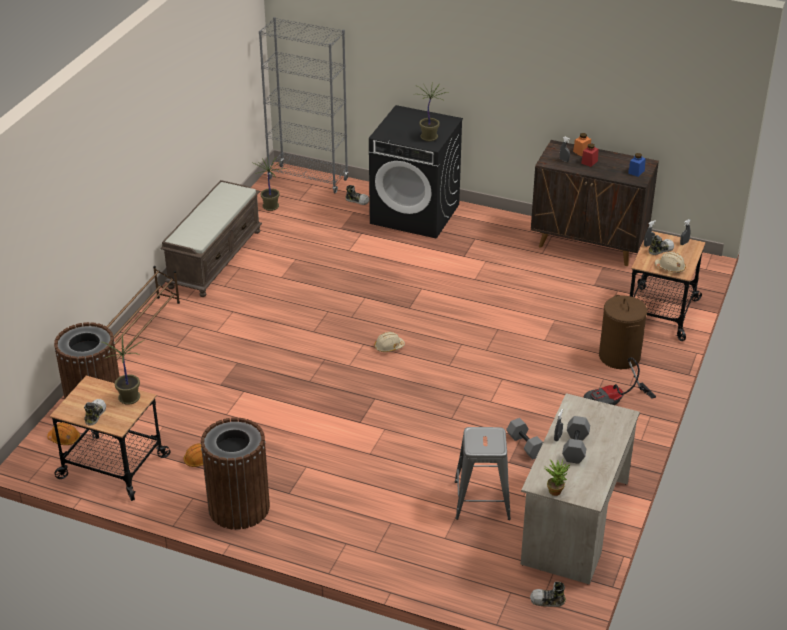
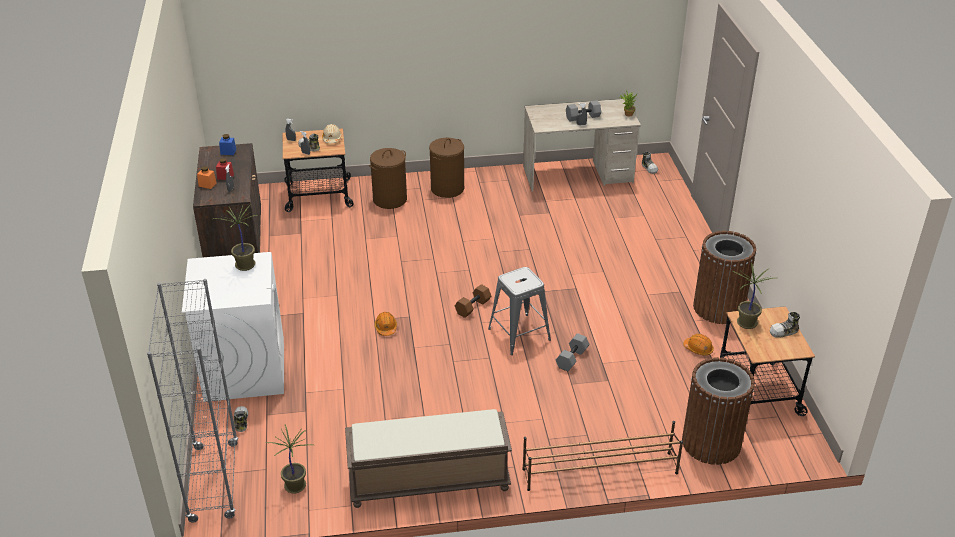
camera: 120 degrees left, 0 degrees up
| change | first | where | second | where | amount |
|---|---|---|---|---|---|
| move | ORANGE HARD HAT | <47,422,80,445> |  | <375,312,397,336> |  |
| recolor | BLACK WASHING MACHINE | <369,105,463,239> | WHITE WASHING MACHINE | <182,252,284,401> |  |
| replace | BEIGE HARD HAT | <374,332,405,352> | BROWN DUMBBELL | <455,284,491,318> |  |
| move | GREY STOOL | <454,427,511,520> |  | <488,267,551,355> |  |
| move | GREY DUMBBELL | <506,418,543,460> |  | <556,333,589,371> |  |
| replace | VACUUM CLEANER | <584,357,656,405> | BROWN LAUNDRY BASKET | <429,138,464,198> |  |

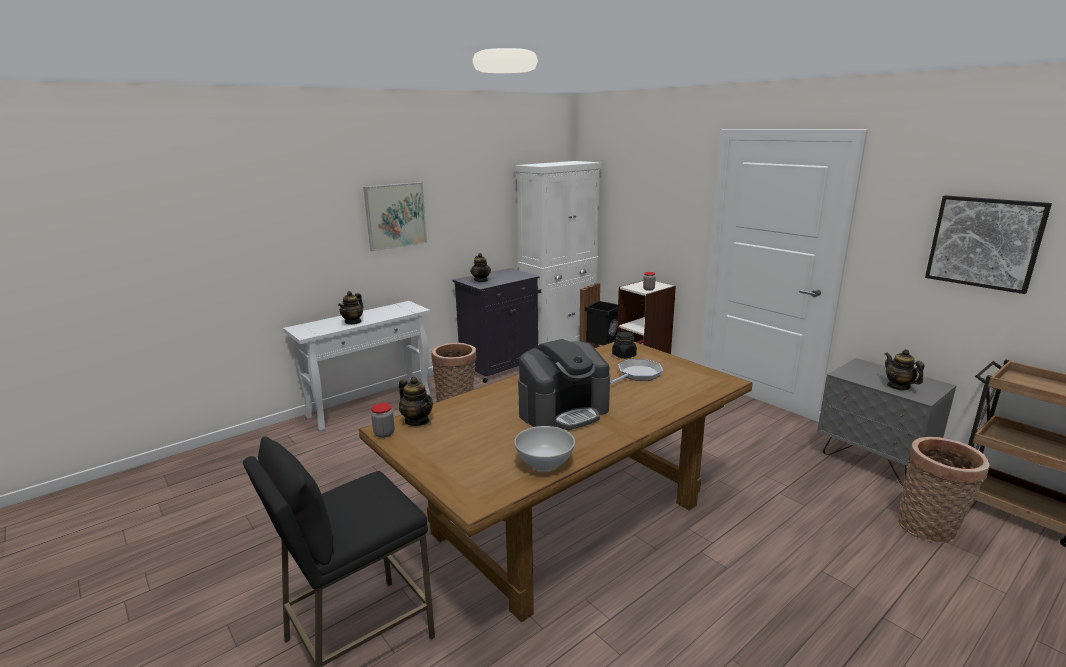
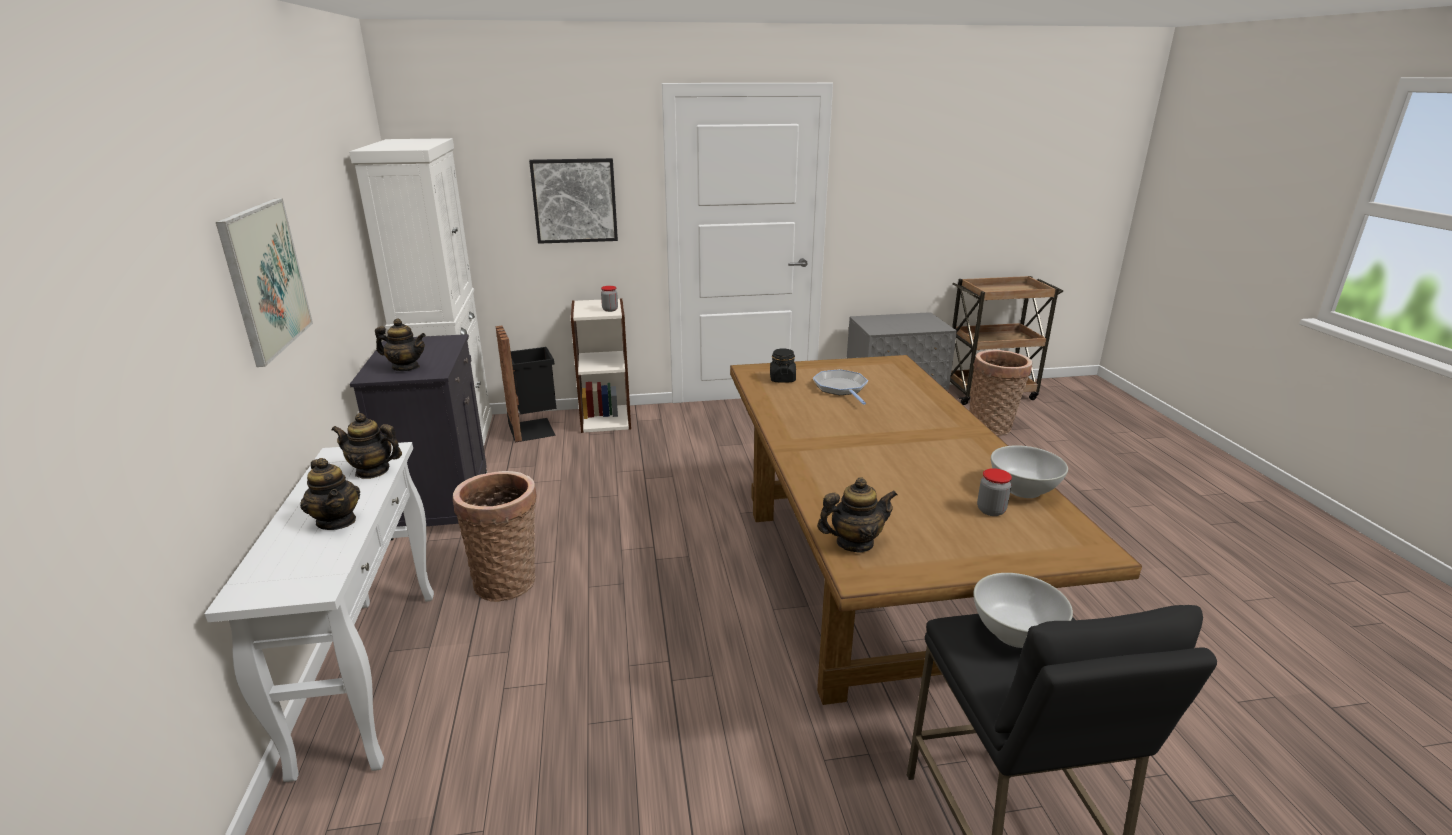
camera: 60 degrees left, 5 degrees up
| change | first | where | second | where | amount |
|---|---|---|---|---|---|
| move | JAR | <371,403,395,438> |  | <977,468,1012,516> |  |
| delete | COFFEE MACHINE | <518,339,610,430> |  |  |  |
| move | TEAPOT | <885,349,925,390> |  | <331,413,402,479> |  |
| move | PICTURE | <925,195,1052,294> |  | <529,158,618,244> |  |
| insert |  |  | WHITE BOWL | <973,573,1073,648> |  |

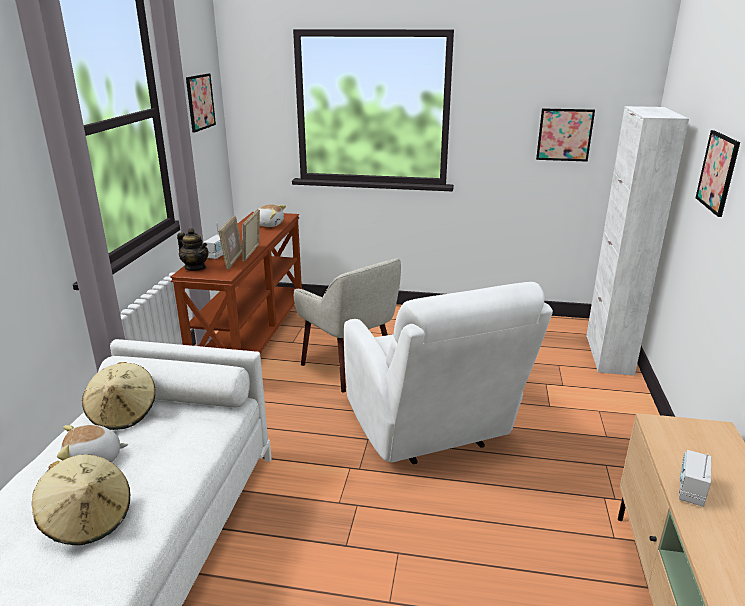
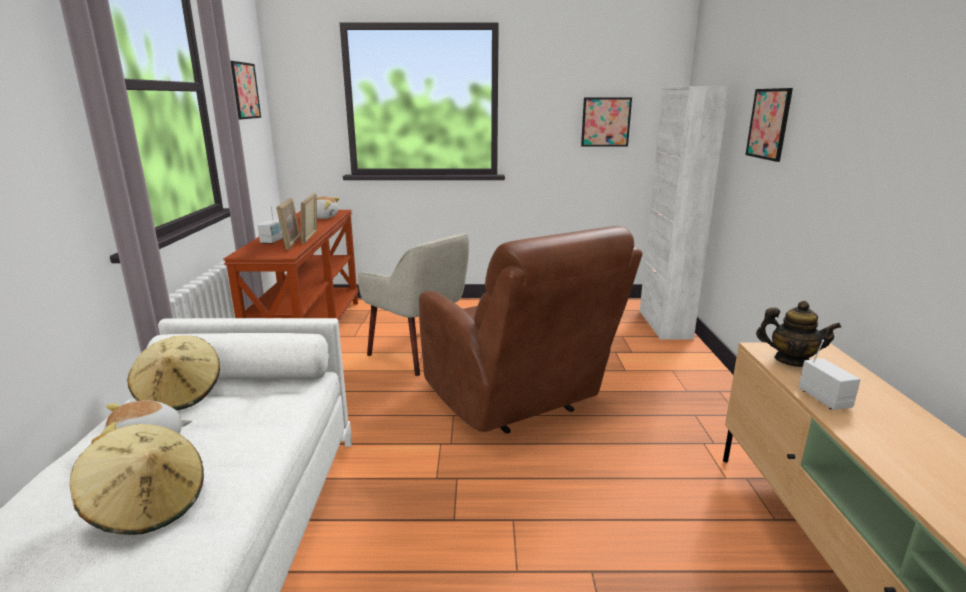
camera: 10 degrees left, 5 degrees down
| change | first | where | second | where | amount |
|---|---|---|---|---|---|
| move | TEAPOT | <177,228,209,271> |  | <756,301,842,367> |  |
| recolor | WHITE ARMCHAIR | <344,282,553,464> | BROWN ARMCHAIR | <419,226,643,433> |  |
| rotate | RADIO | <679,450,711,507> |  | <799,339,861,410> | 150 degrees clockwise |

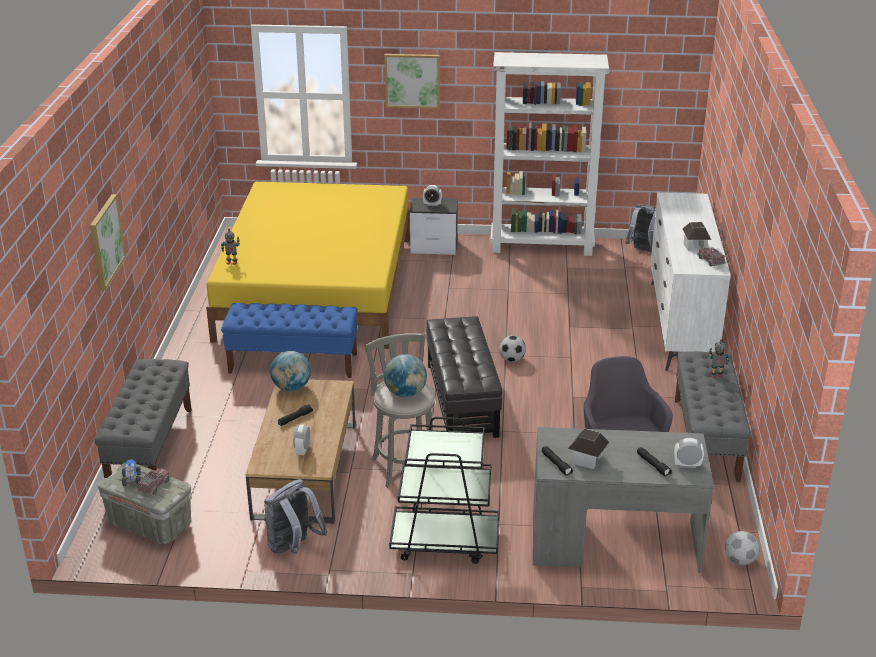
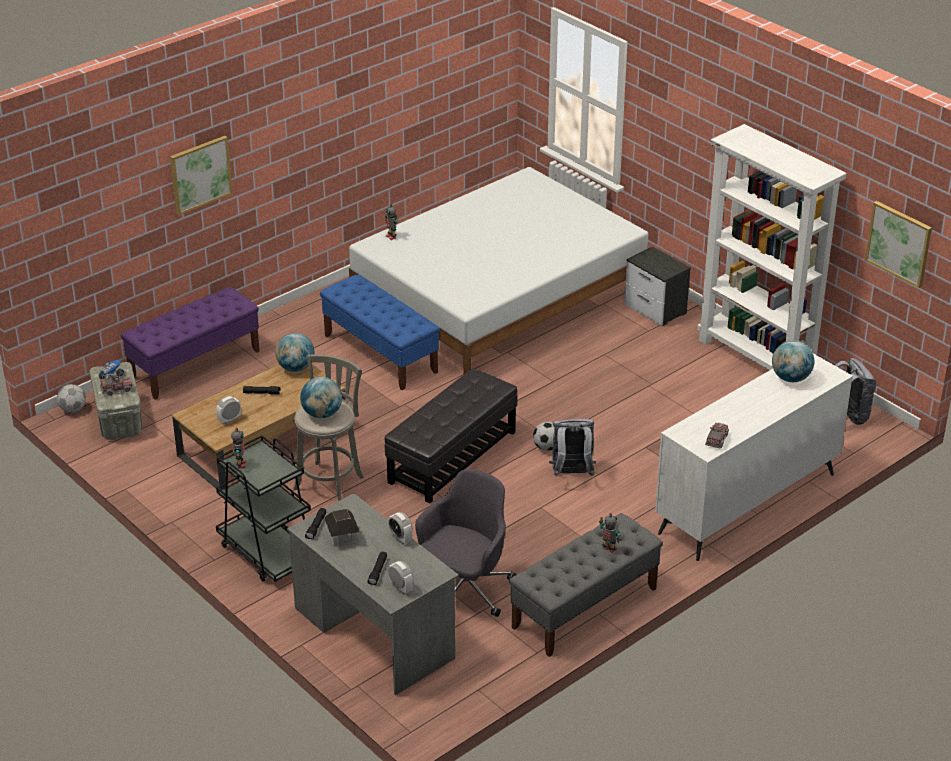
camera: 45 degrees right, 5 degrees up
| change | first | where | second | where | amount |
|---|---|---|---|---|---|
| recolor | GREY BENCH | <95,359,192,479> | PURPLE BENCH | <121,287,260,400> |  |
| recolor | YELLOW BED | <206,182,410,349> | WHITE BED | <349,167,648,374> |  |
| move | GREY BACKPACK | <264,479,328,554> |  | <549,419,596,476> |  |
| move | PICTURE | <384,54,440,109> |  | <865,201,932,288> |  |
| move | ALARM CLOCK | <423,185,442,206> |  | <388,512,413,544> |  |
| delete | TOY HOUSE | <683,222,711,251> |  |  |  |
| move | FOOTBALL | <725,531,760,565> |  | <57,384,86,413> |  |
| insert |  |  | TOY ROBOT | <231,428,246,468> |  |
| insert |  |  | GLOBE | <772,340,814,382> |  |

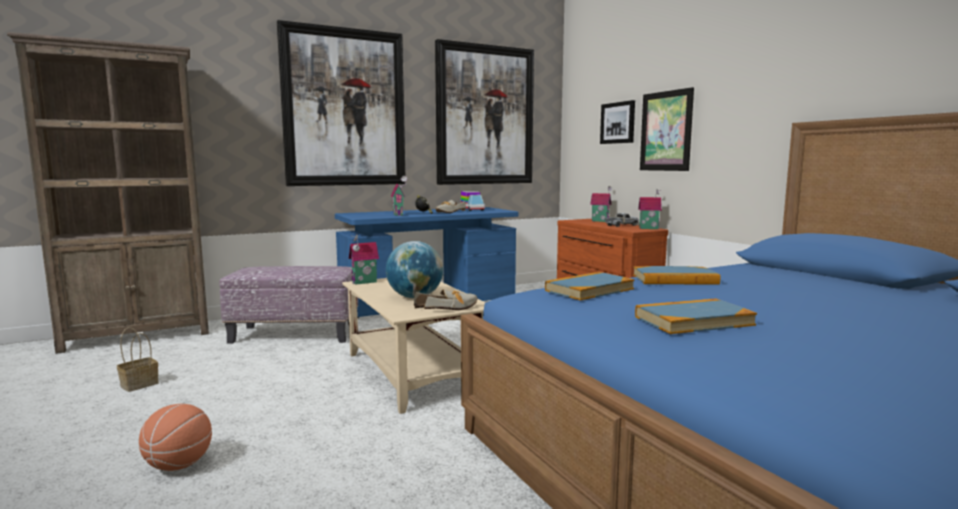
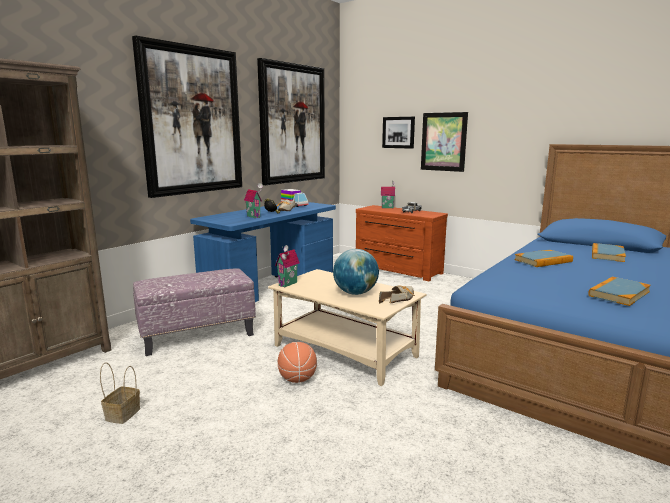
camera: 25 degrees left, 5 degrees up
| change | first | where | second | where | amount |
|---|---|---|---|---|---|
| move | BASKETBALL | <139,404,212,471> |  | <278,342,317,383> |  |
| move | BOOK | <545,272,635,301> |  | <592,243,626,262> |  |
| delete | TOY HOUSE | <638,189,662,229> |  |  |  |

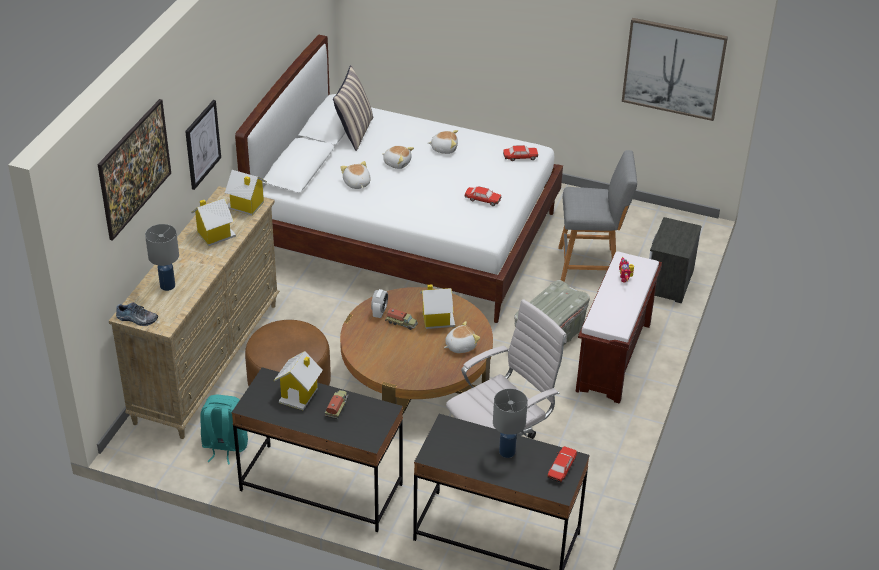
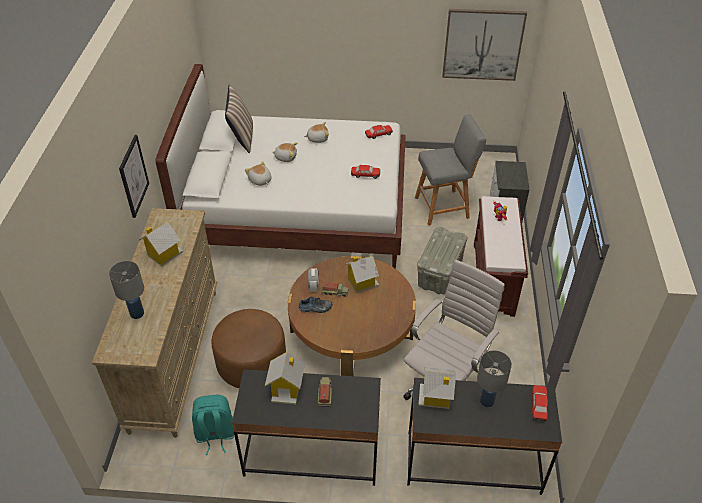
camera: 15 degrees left, 5 degrees up
| change | first | where | second | where | amount |
|---|---|---|---|---|---|
| delete | PICTURE | <97,99,171,241> |  |  |  |
| move | SHOE | <116,302,158,326> |  | <299,296,332,313> |  |
| move | TOY HOUSE | <225,170,267,216> |  | <418,367,456,409> |  |
| delete | PLUSH TOY | <444,321,480,353> |  |  |  |

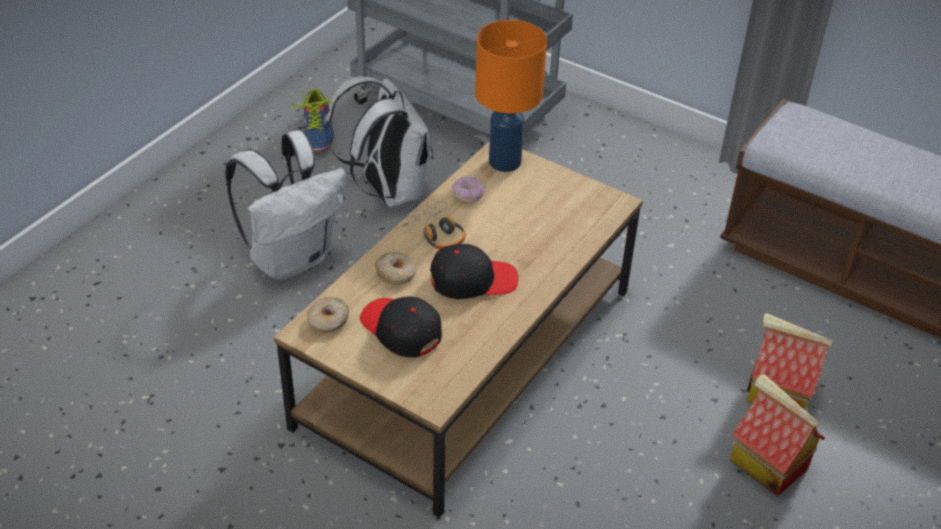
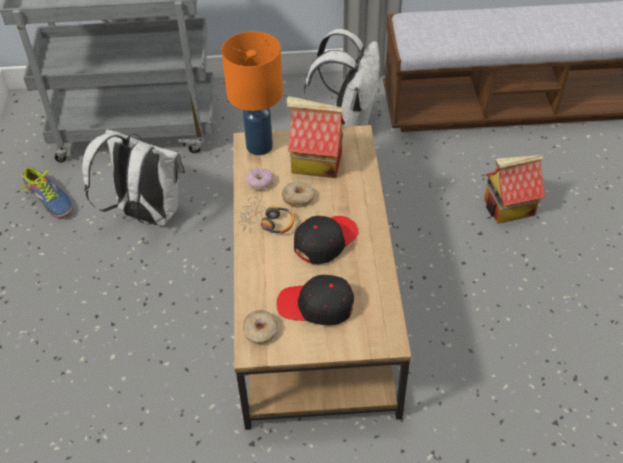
camera: 35 degrees left, 5 degrees up
| change | first | where | second | where | amount |
|---|---|---|---|---|---|
| move | WHITE BACKPACK | <225,130,346,280> |  | <304,29,380,127> |  |
| move | DONUT | <375,252,416,285> |  | <282,182,315,208> |  |
| move | TOY HOUSE | <730,374,825,497> |  | <287,96,345,178> |  |

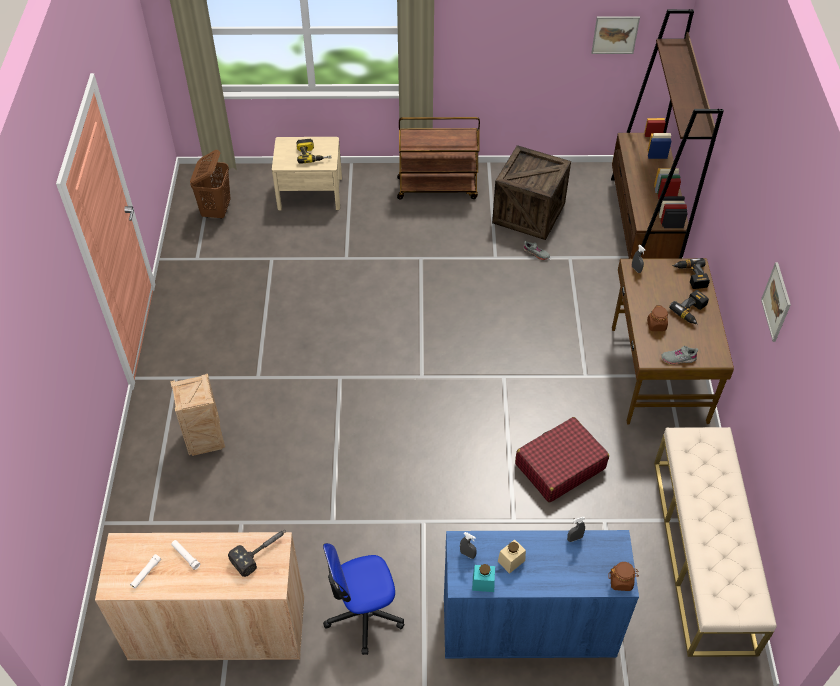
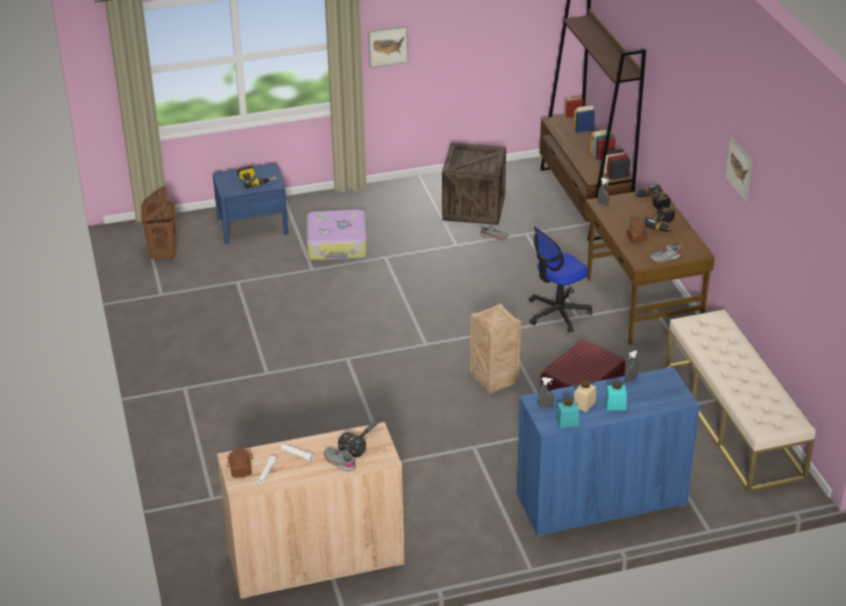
camera: 15 degrees left, 15 degrees down
| change | first | where | second | where | amount |
|---|---|---|---|---|---|
| move | CRATE | <170,374,225,456> |  | <470,303,521,393> |  |
| recolor | BEIGE NIGHTSTAND | <272,137,342,211> | BLUE NIGHTSTAND | <213,163,288,244> |  |
| move | OFFICE CHAIR | <323,543,404,655> |  | <529,226,592,333> |  |
| delete | BROWN CART | <397,117,480,200> |  |  |  |
| move | PICTURE | <591,16,640,54> |  | <368,26,409,68> |  |
| move | BROWN JAR | <608,562,639,591> |  | <227,448,253,478> |  |
| insert |  |  | SUITCASE | <307,210,367,261> |  |
| insert |  |  | GREY SHOE | <324,448,356,472> |  |
| insert |  |  | TURQUOISE JAR | <605,381,627,410> |  |

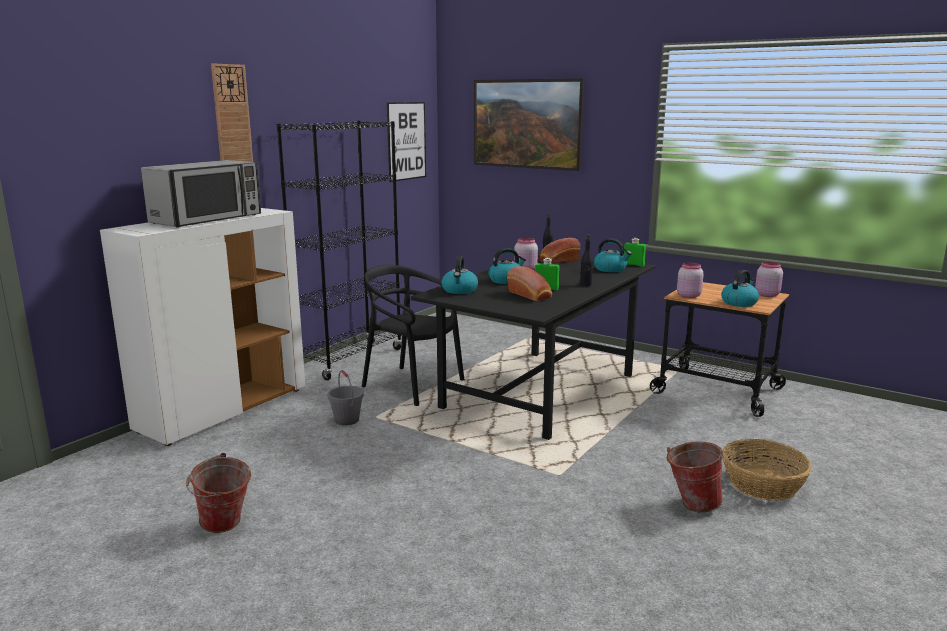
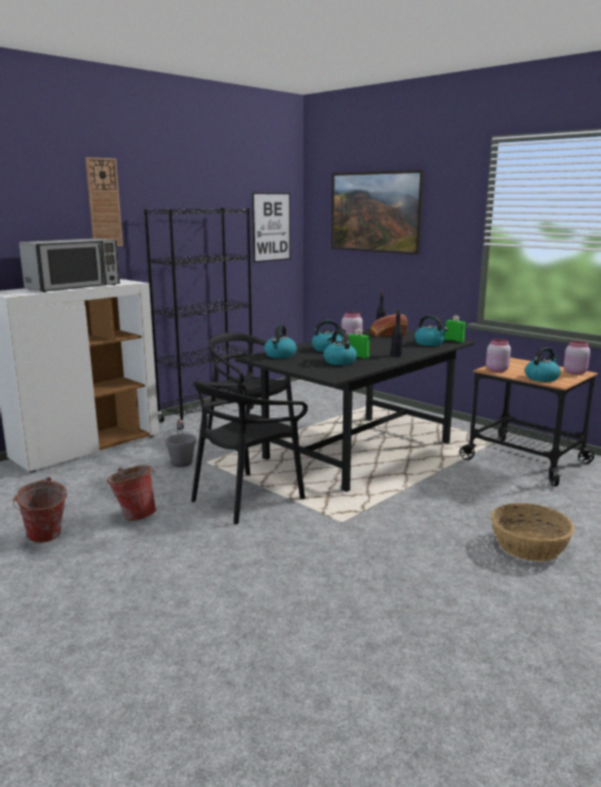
camera: 10 degrees right, 0 degrees up
| change | first | where | second | where | amount |
|---|---|---|---|---|---|
| replace | BREAD | <507,266,552,301> | KETTLE | <323,330,357,365> |  |
| move | BUCKET | <667,442,726,512> |  | <107,465,157,521> |  |
| insert |  |  | BLACK CHAIR | <191,381,308,524> |  |

